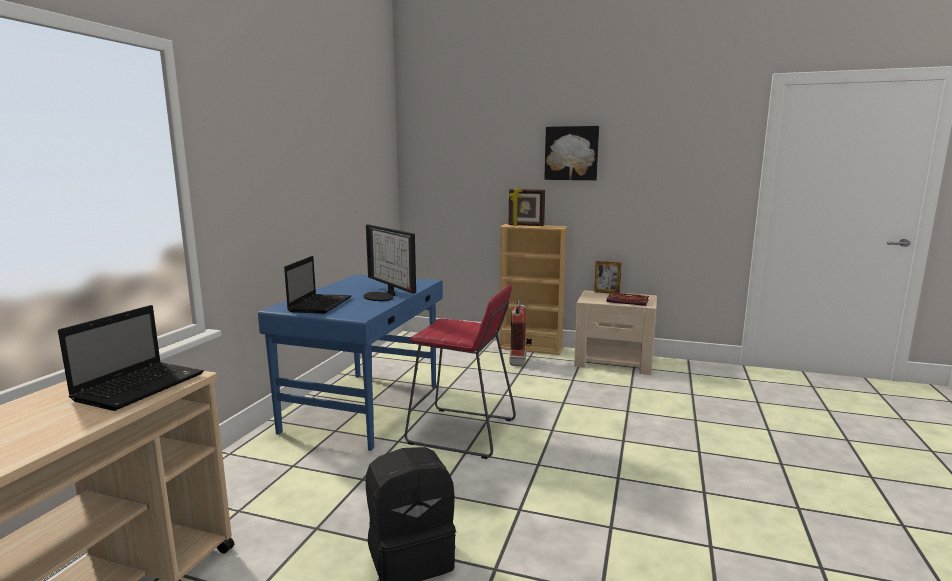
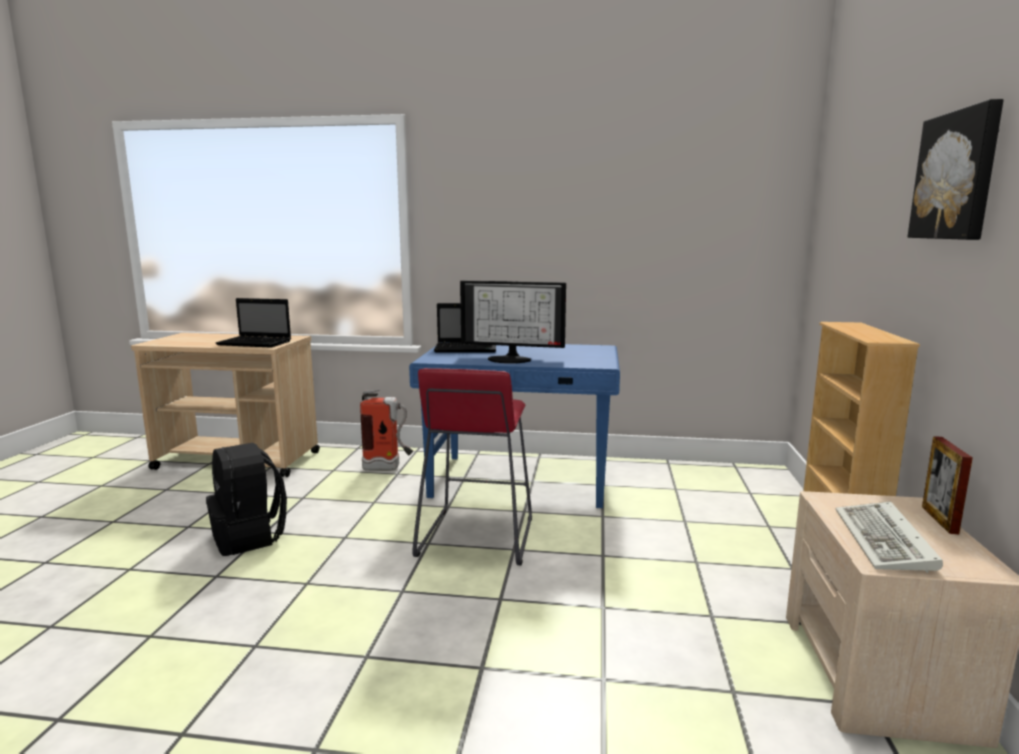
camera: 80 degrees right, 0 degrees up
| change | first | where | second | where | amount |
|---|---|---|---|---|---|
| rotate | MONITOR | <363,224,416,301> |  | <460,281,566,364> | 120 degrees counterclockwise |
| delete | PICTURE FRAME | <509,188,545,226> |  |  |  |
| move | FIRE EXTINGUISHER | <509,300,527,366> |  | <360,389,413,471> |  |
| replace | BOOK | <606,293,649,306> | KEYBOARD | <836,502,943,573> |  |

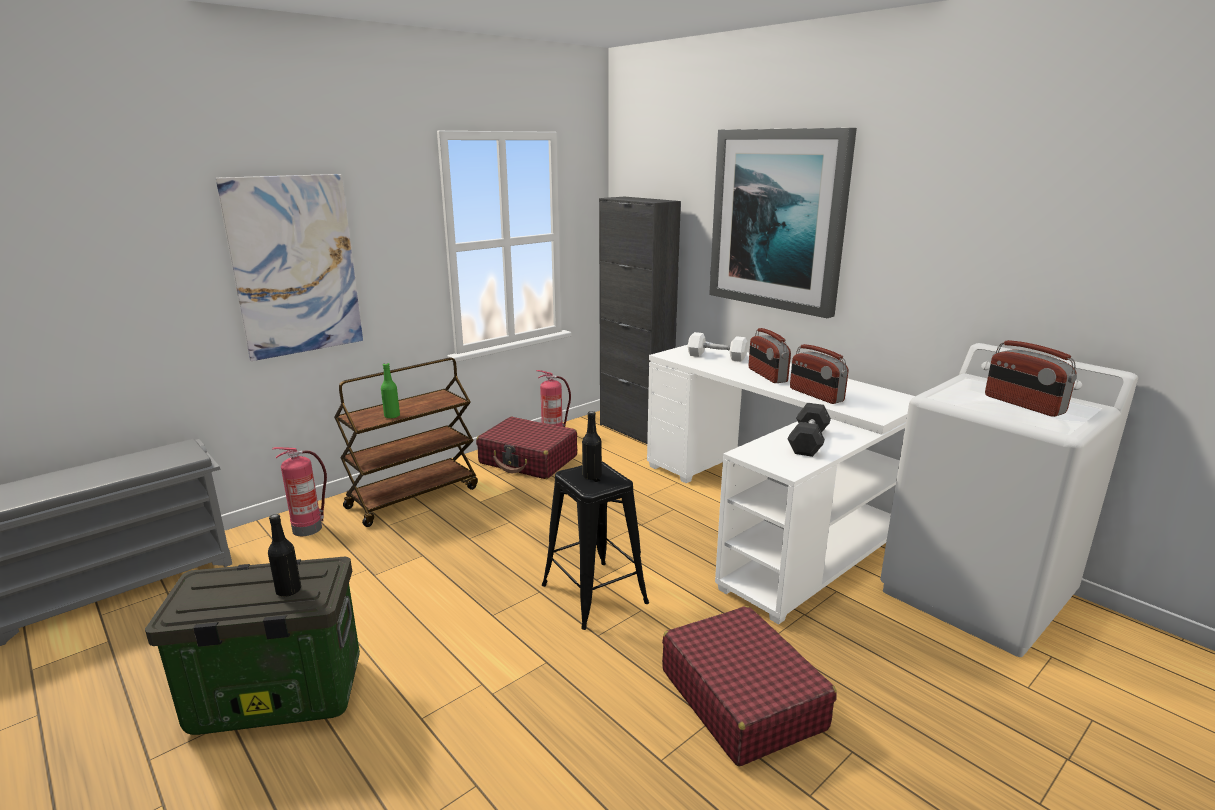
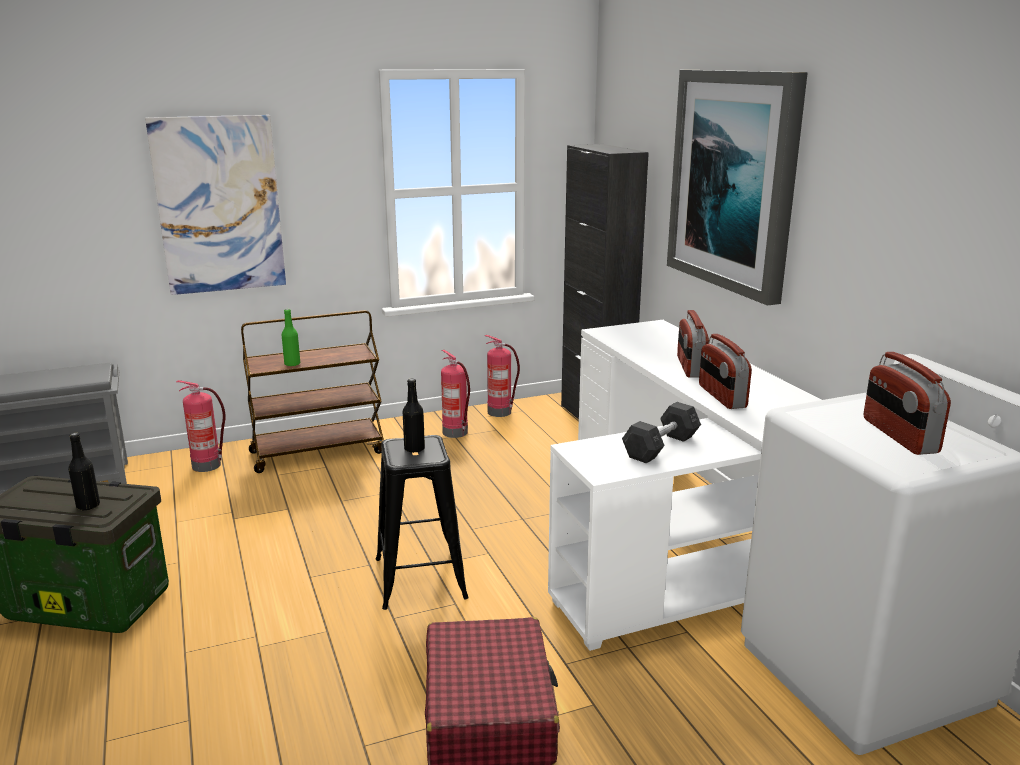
camera: 20 degrees right, 0 degrees up
| change | first | where | second | where | amount |
|---|---|---|---|---|---|
| replace | RED SUITCASE | <476,417,577,479> | FIRE EXTINGUISHER | <441,350,470,438> |  |
| delete | WHITE DUMBBELL | <688,332,748,362> |  |  |  |

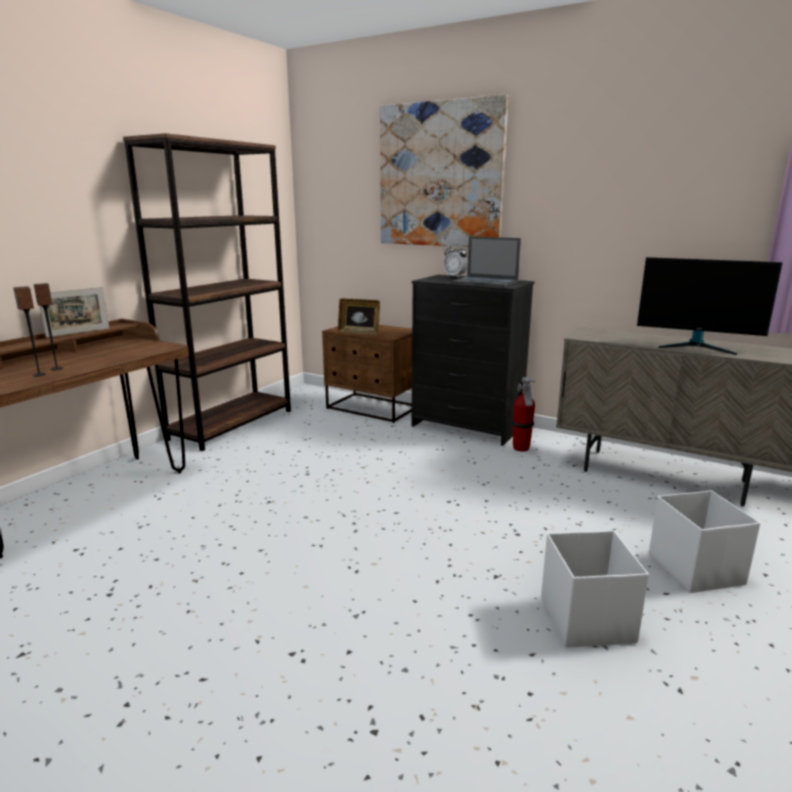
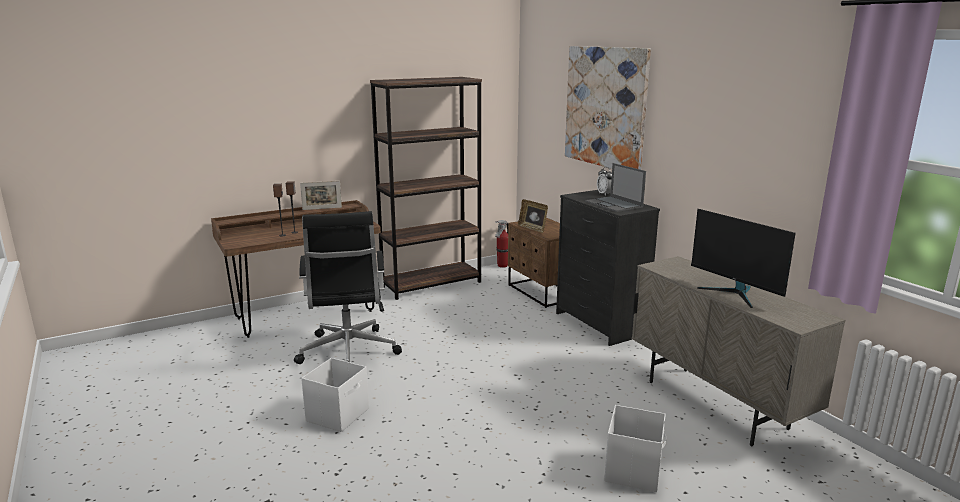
camera: 30 degrees right, 0 degrees up
| change | first | where | second | where | amount |
|---|---|---|---|---|---|
| move | FIRE EXTINGUISHER | <512,377,535,452> |  | <495,220,508,268> |  |
| move | WHITE STORAGE BOX | <541,530,649,648> |  | <301,358,369,432> |  |
| insert |  |  | BLACK OFFICE CHAIR | <294,211,402,364> |  |

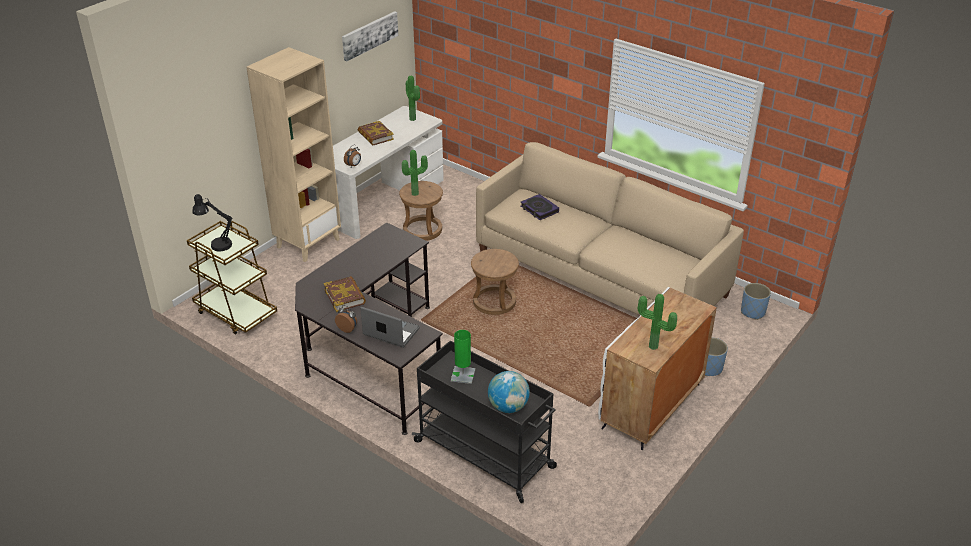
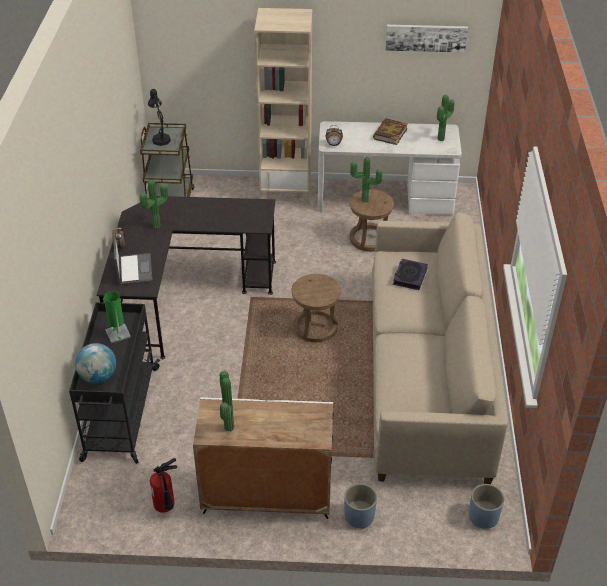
camera: 55 degrees right, 5 degrees up
| change | first | where | second | where | amount |
|---|---|---|---|---|---|
| replace | BOOK | <324,276,366,312> | POTTED PLANT | <140,180,168,229> |  |
| insert |  |  | FIRE EXTINGUISHER | <150,458,177,513> |  |

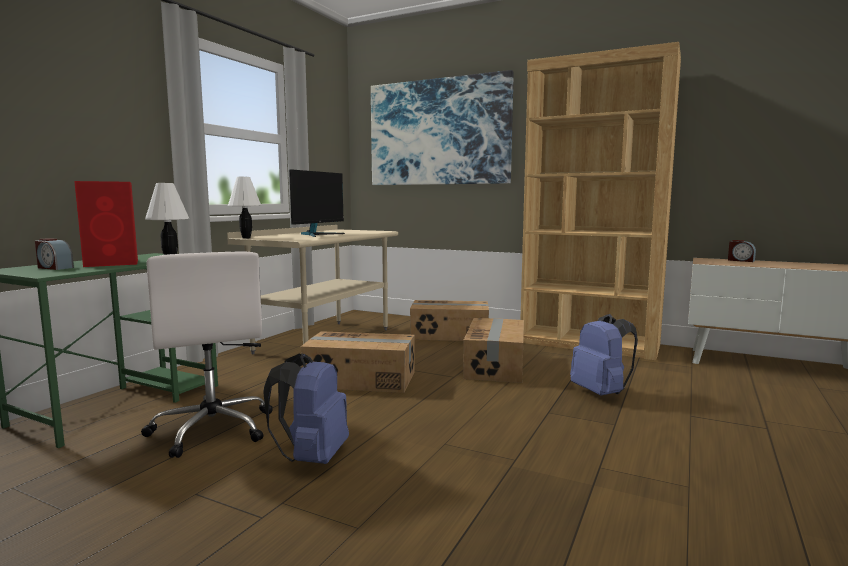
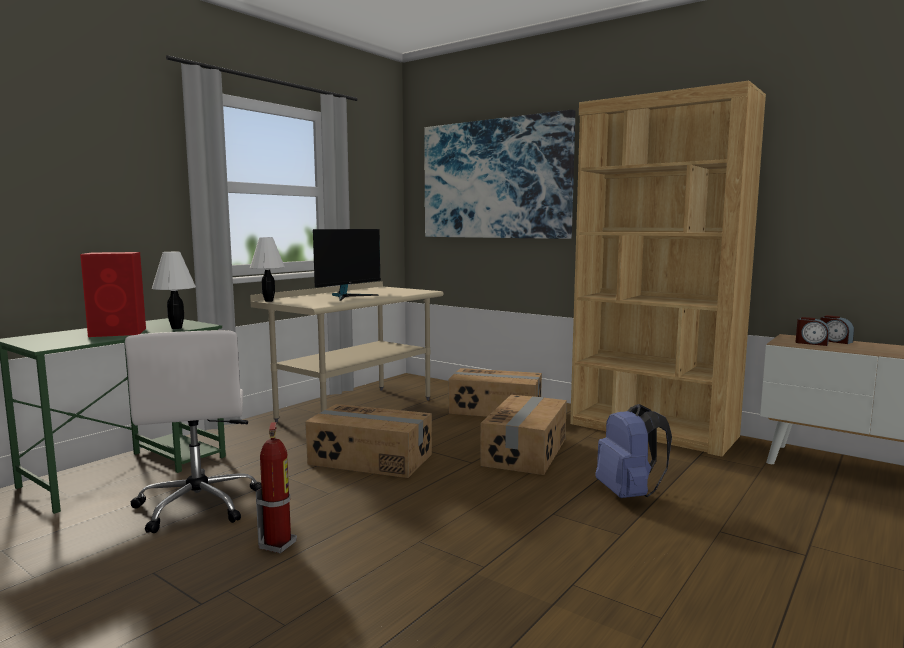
camera: 10 degrees right, 0 degrees up
| change | first | where | second | where | amount |
|---|---|---|---|---|---|
| move | ALARM CLOCK | <35,238,74,270> |  | <796,317,829,346> |  |
| replace | BLUE BACKPACK | <263,354,349,464> | FIRE EXTINGUISHER | <256,422,297,554> |  |

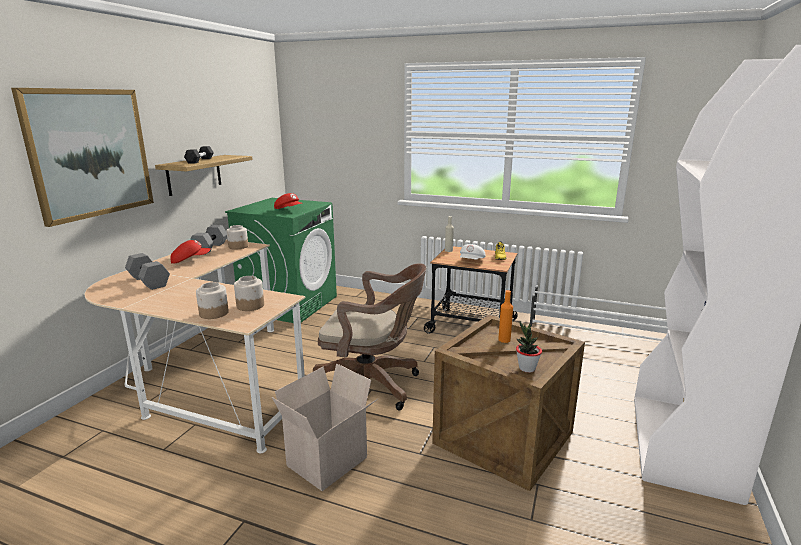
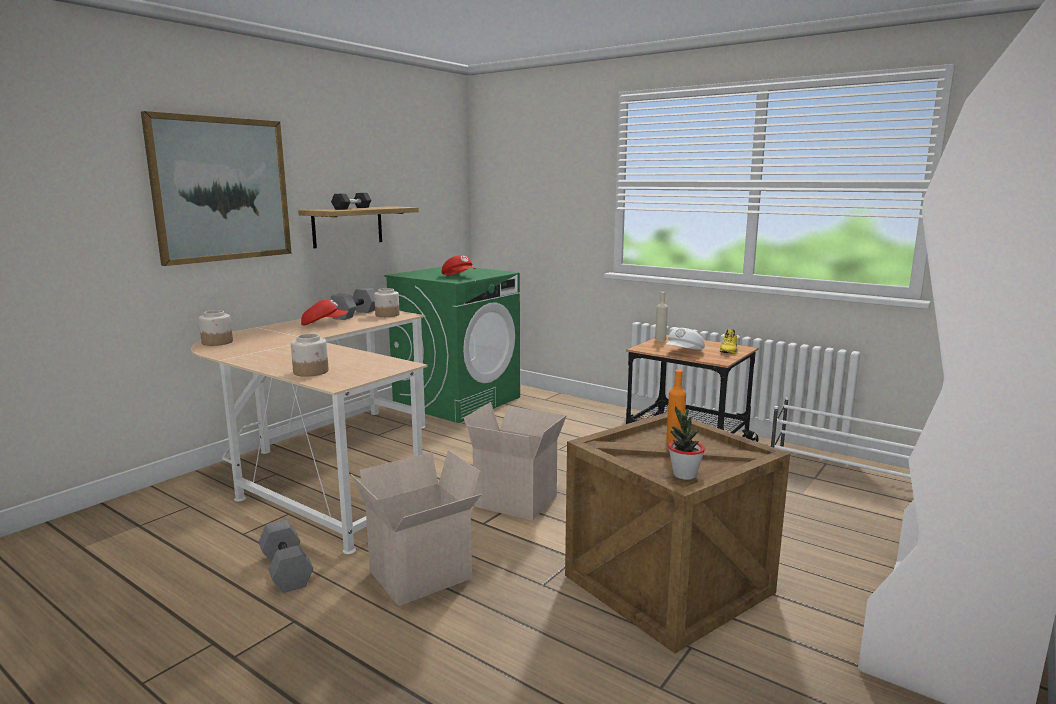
camera: 15 degrees right, 5 degrees down
| change | first | where | second | where | amount |
|---|---|---|---|---|---|
| move | GREY DUMBBELL | <125,253,170,290> |  | <259,520,313,593> |  |
| move | JAR | <234,276,264,311> |  | <199,310,233,346> |  |
| replace | BROWN OFFICE CHAIR | <313,264,426,410> | CARDBOARD BOX | <464,402,567,521> |  |

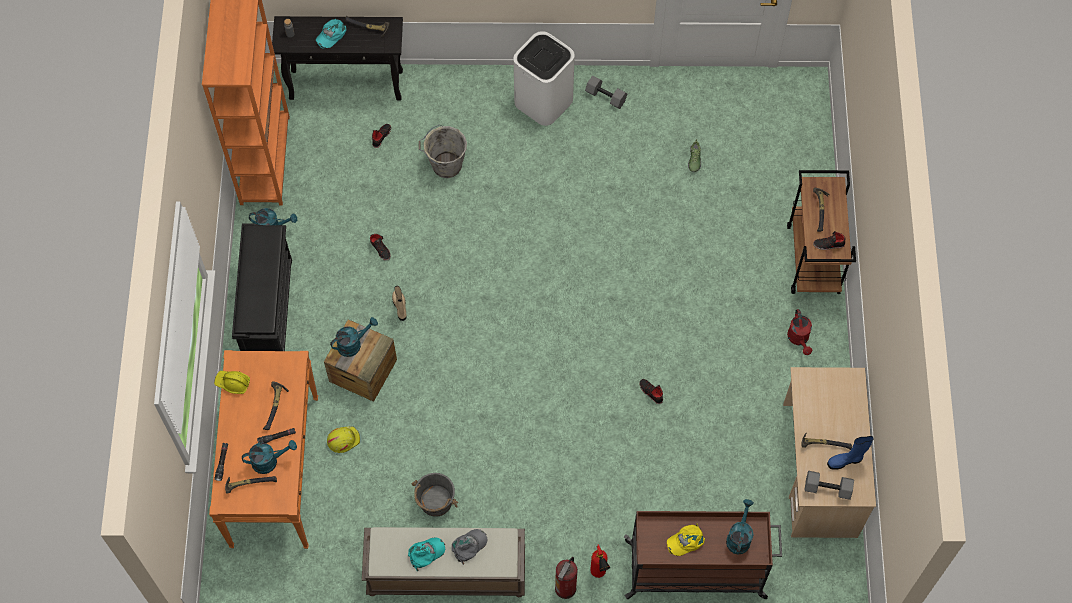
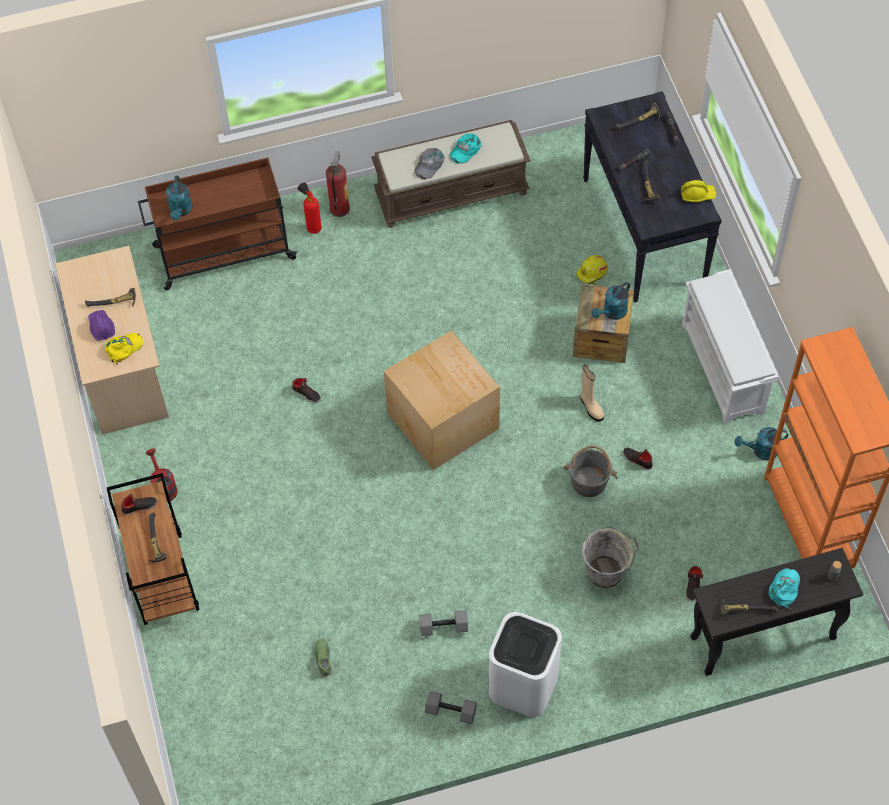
camera: 165 degrees right, 5 degrees down
| change | first | where | second | where | amount |
|---|---|---|---|---|---|
| recolor | ORANGE CONSOLE TABLE | <209,350,318,549> | BLACK CONSOLE TABLE | <583,91,722,303> |  |
| recolor | BLACK SHOE RACK | <232,224,292,351> | WHITE SHOE RACK | <682,269,778,424> |  |
| delete | TURQUOISE WATERING CAN | <242,440,297,474> |  |  |  |
| move | GREY BUCKET | <412,473,458,517> |  | <563,446,618,497> |  |
| move | YELLOW CAP | <667,524,705,556> |  | <106,333,143,365> |  |
| move | GREY DUMBBELL | <805,471,854,500> |  | <419,610,468,636> |  |
| delete | BLUE BOOT | <827,436,874,470> |  |  |  |
| insert |  |  | PURPLE HARD HAT | <88,310,115,341> |  |
| insert |  |  | CARDBOARD BOX | <384,330,500,470> |  |

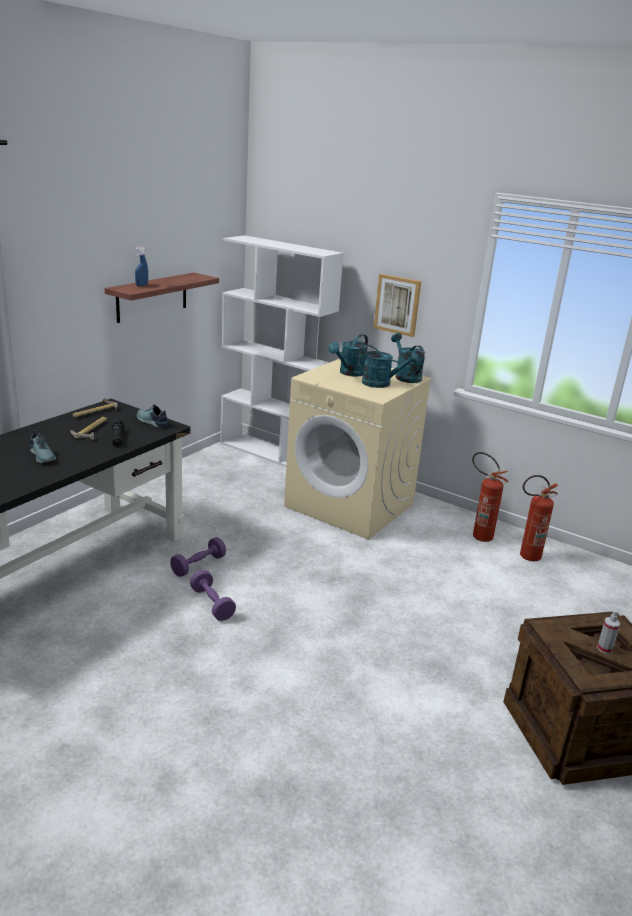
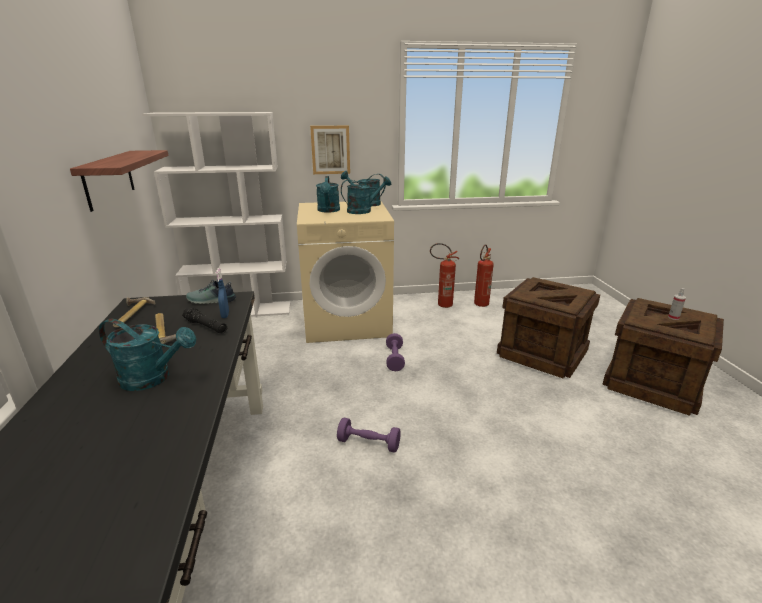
camera: 40 degrees left, 0 degrees up
| change | first | where | second | where | amount |
|---|---|---|---|---|---|
| replace | SHOE | <29,430,56,463> | TURQUOISE WATERING CAN | <99,319,196,391> |  |
| move | BLUE SPRAY BOTTLE | <135,247,148,286> |  | <216,268,229,318> |  |
| move | PURPLE DUMBBELL | <170,537,226,577> |  | <386,333,405,371> |  |
| insert |  |  | CRATE | <497,277,600,378> |  |

